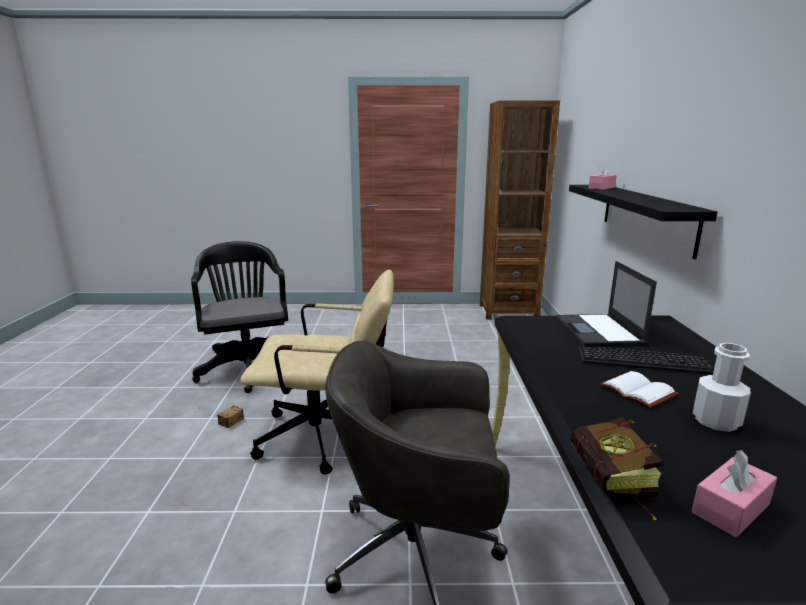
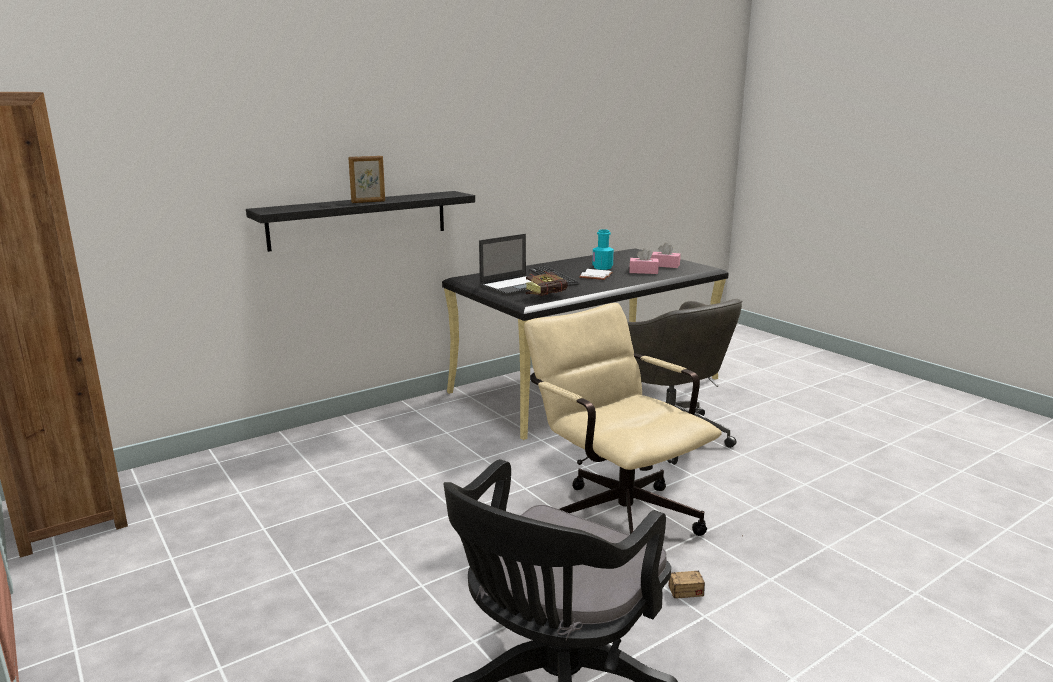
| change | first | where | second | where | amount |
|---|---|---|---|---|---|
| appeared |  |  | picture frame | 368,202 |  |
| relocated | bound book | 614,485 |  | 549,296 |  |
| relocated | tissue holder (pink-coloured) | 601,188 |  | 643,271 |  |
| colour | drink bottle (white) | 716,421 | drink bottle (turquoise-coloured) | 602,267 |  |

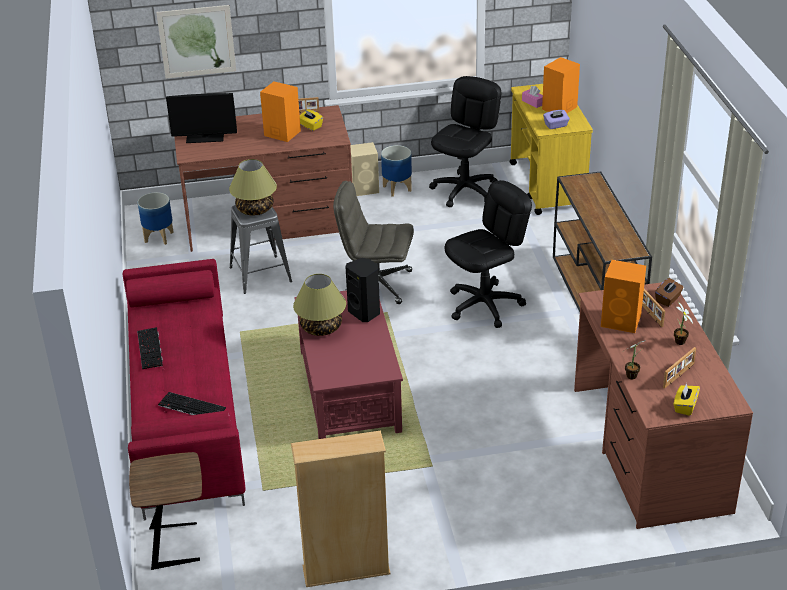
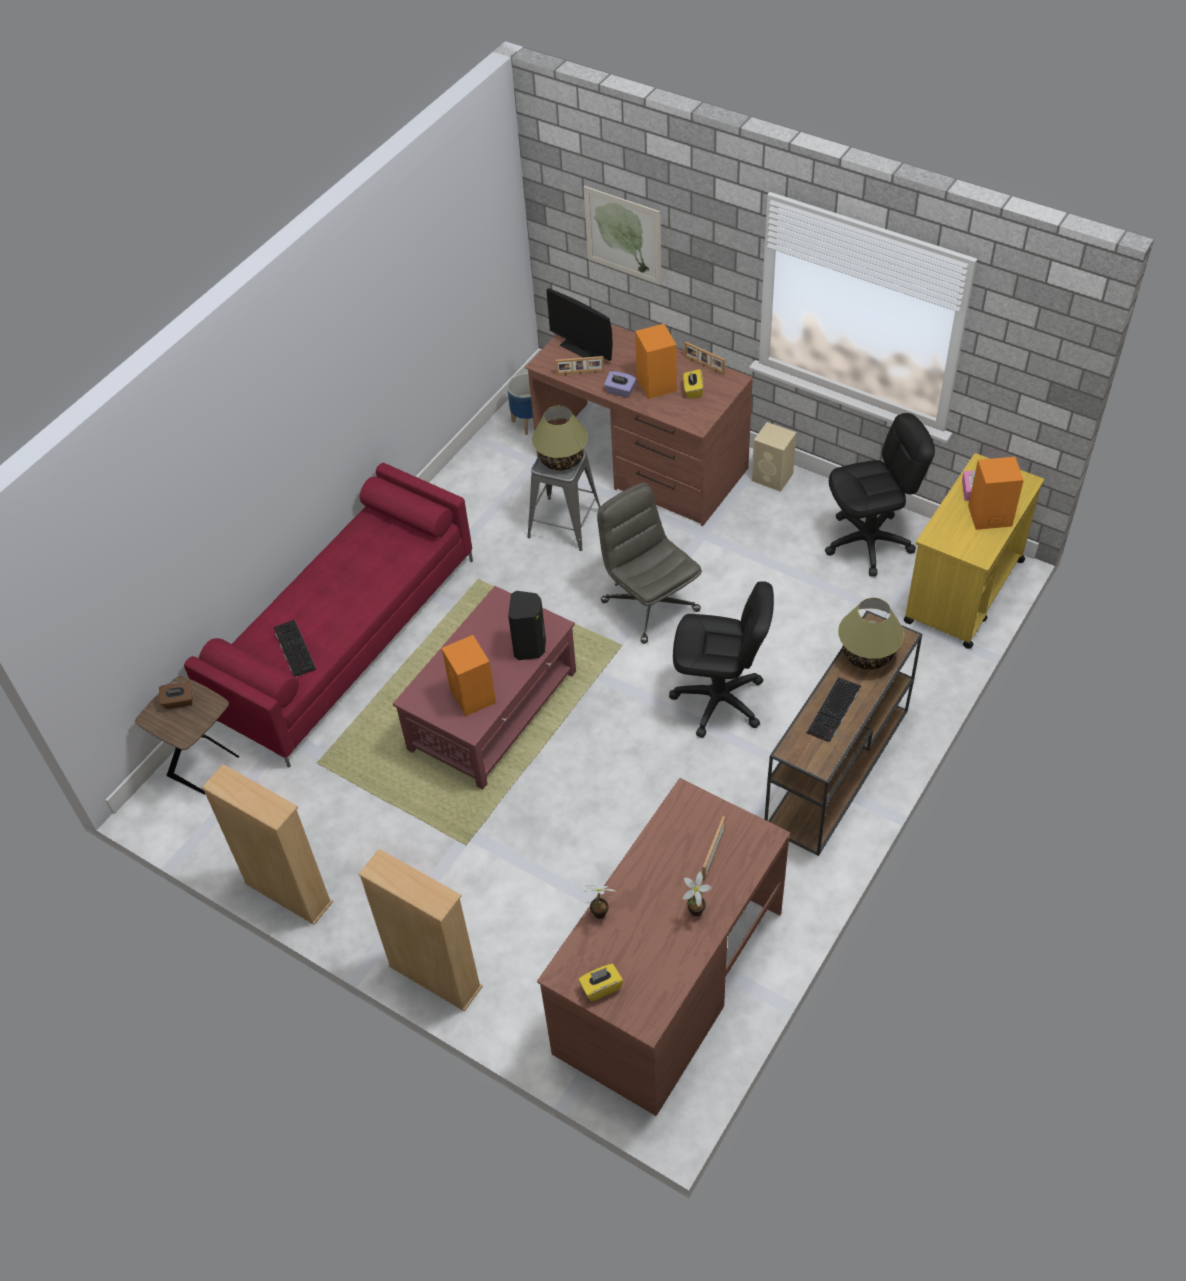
| change | first | where | second | where | amount |
|---|---|---|---|---|---|
| missing | flower pot | 397,188 |  |  |  |
| appeared |  |  | bookshelf (sand-coloured) | 435,977 |  |
| relocated | keyboard | 150,348 |  | 834,710 |  |
| relocated | table lamp | 321,327 |  | 868,655 |  |
| relocated | tissue holder (purple) | 556,125 |  | 620,391 |  |
| relocated | loudspeaker (orange-coloured) | 622,321 |  | 473,697 |  |
| relocated | tissue holder (brown-coloured) | 668,299 |  | 179,702 |  |
| relocated | picture frame | 679,376 |  | 580,373 |  |

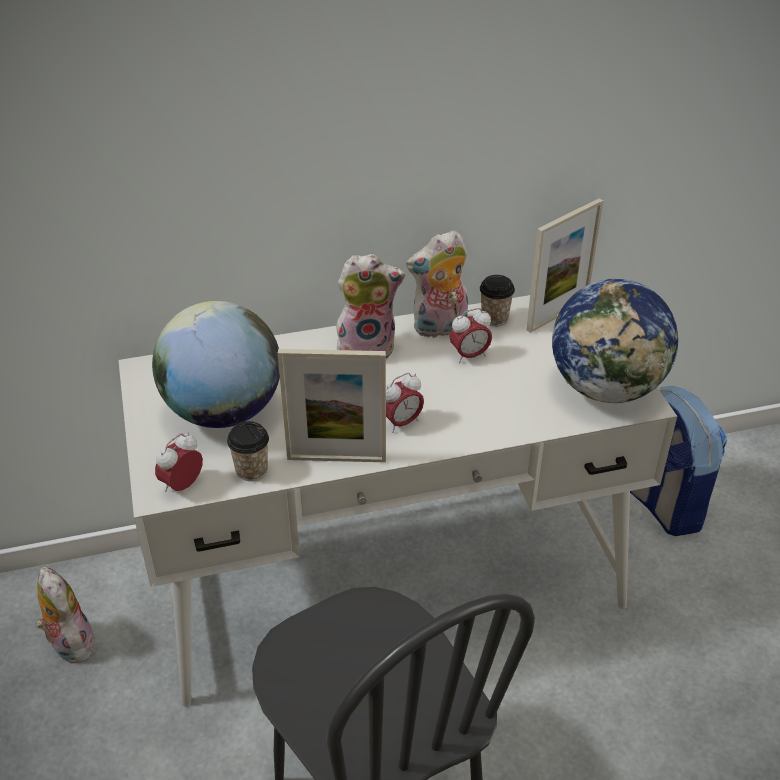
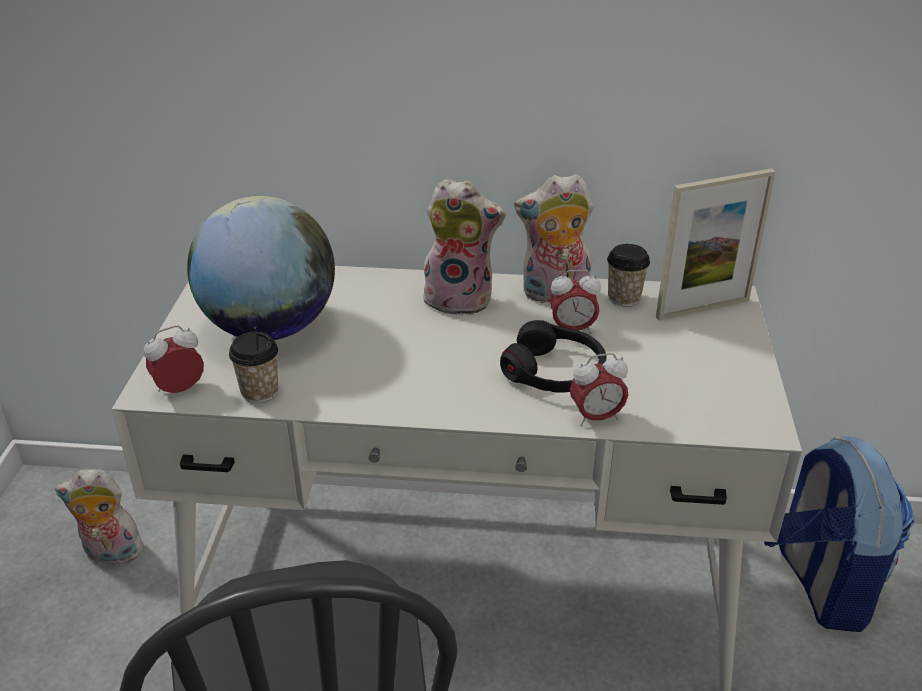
| change | first | where | second | where | amount |
|---|---|---|---|---|---|
| missing | picture frame | 336,458 |  |  |  |
| missing | globe | 606,388 |  |  |  |
| appeared |  |  | headset (blackish) | 554,372 |  |
| relocated | table clock | 401,423 |  | 596,417 |  |
| spun | cuddly toy | 69,643 |  | 110,554 | 75 degrees counterclockwise |

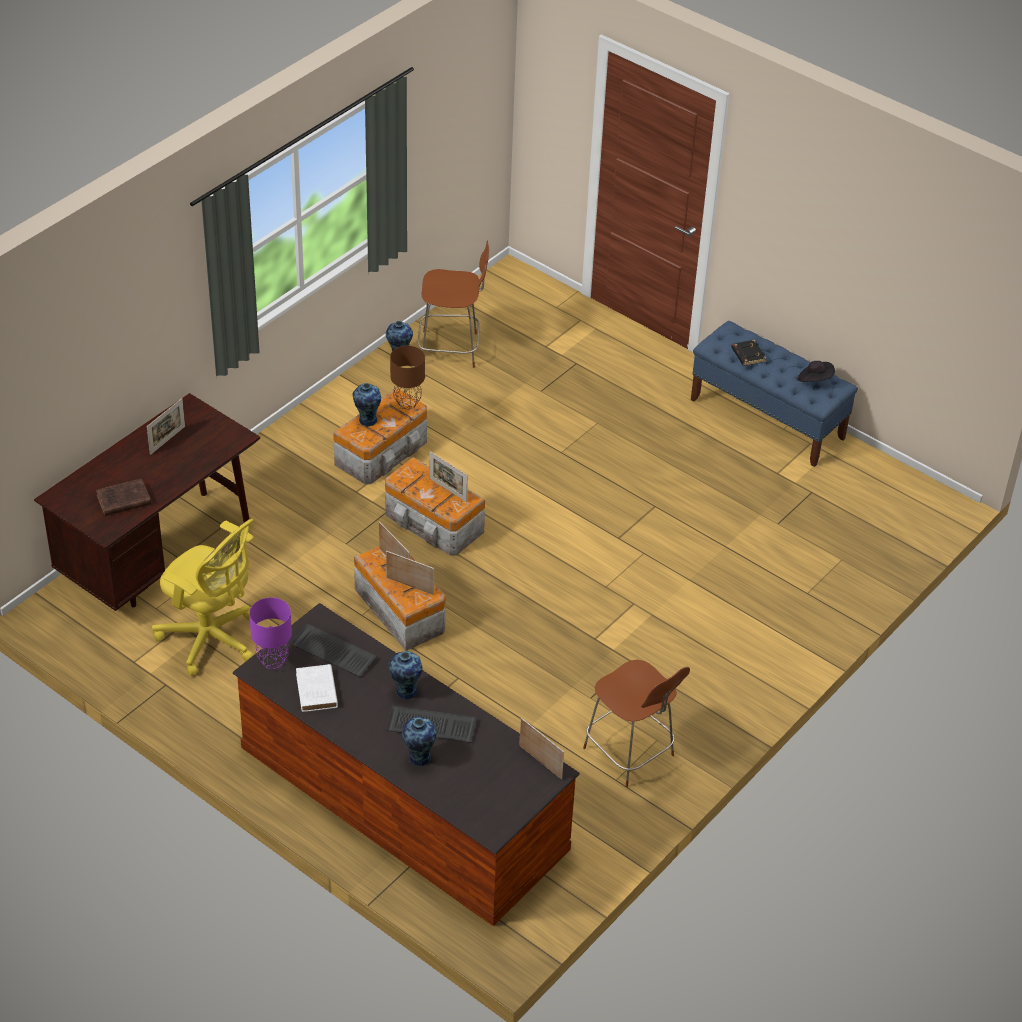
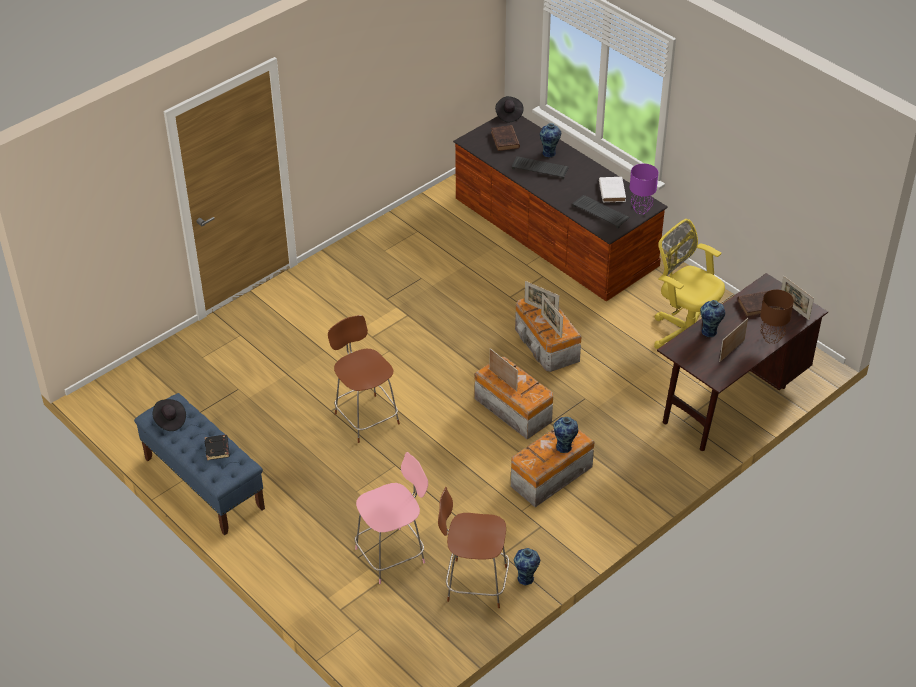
| change | first | where | second | where | amount |
|---|---|---|---|---|---|
| appeared |  |  | plain chair (pink-coloured) | 392,554 |  |
| appeared |  |  | bound book (brown-coloured) | 505,140 |  |
| appeared |  |  | clothing hat (blackish) | 508,114 |  |
| relocated | flower vase | 405,691 |  | 710,331 |  |
| relocated | table lamp (brown-coloured) | 407,404 |  | 771,338 |  |
| relocated | picture frame | 540,762 |  | 794,309 |  |
| relocated | plain chair (brown-coloured) | 630,754 |  | 365,417 |  |

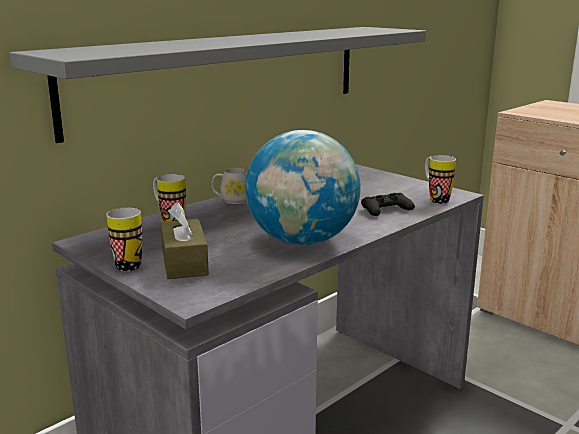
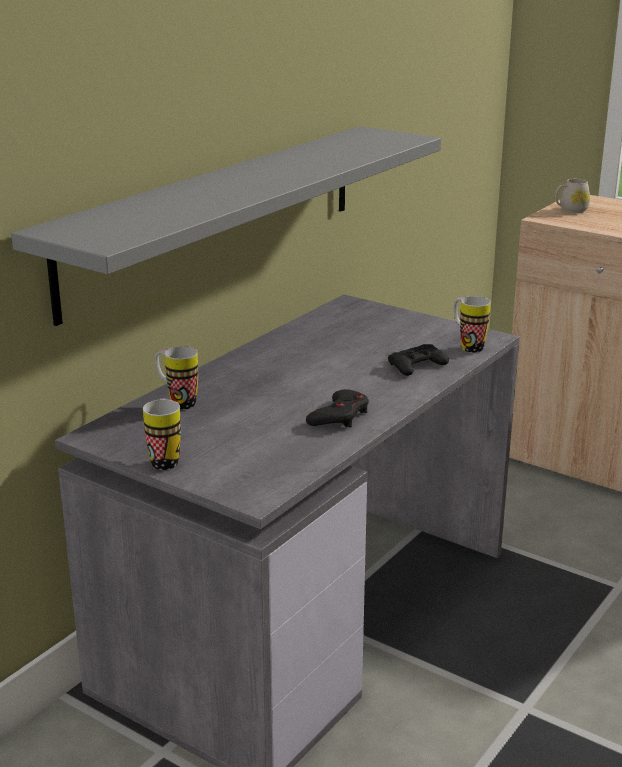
| change | first | where | second | where | amount |
|---|---|---|---|---|---|
| missing | tissue holder (brown-coloured) | 184,262 |  |  |  |
| relocated | mug (white) | 231,200 |  | 570,210 |  |
| exchanged | globe | 302,241 | joypad (blackish) | 340,416 |  |

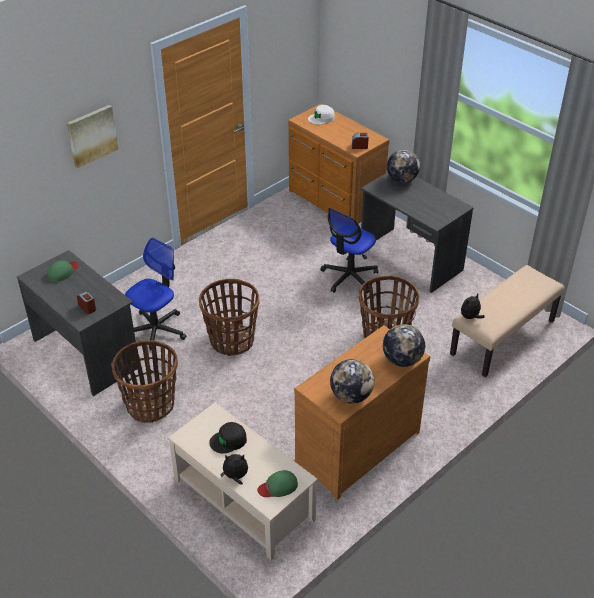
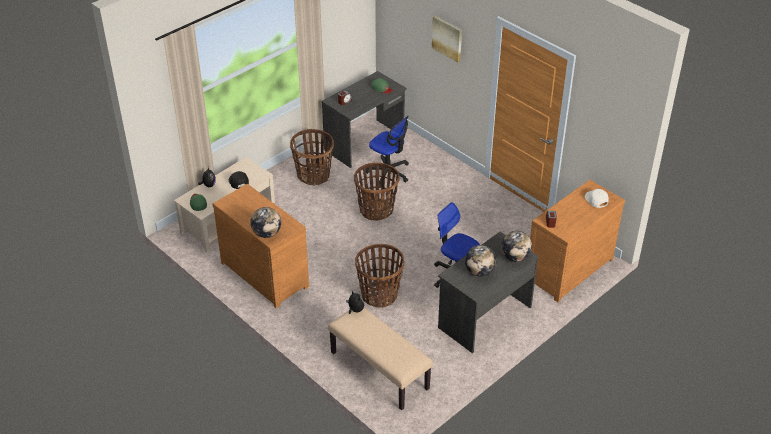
| change | first | where | second | where | amount |
|---|---|---|---|---|---|
| relocated | globe | 351,396 |  | 479,272 |  |

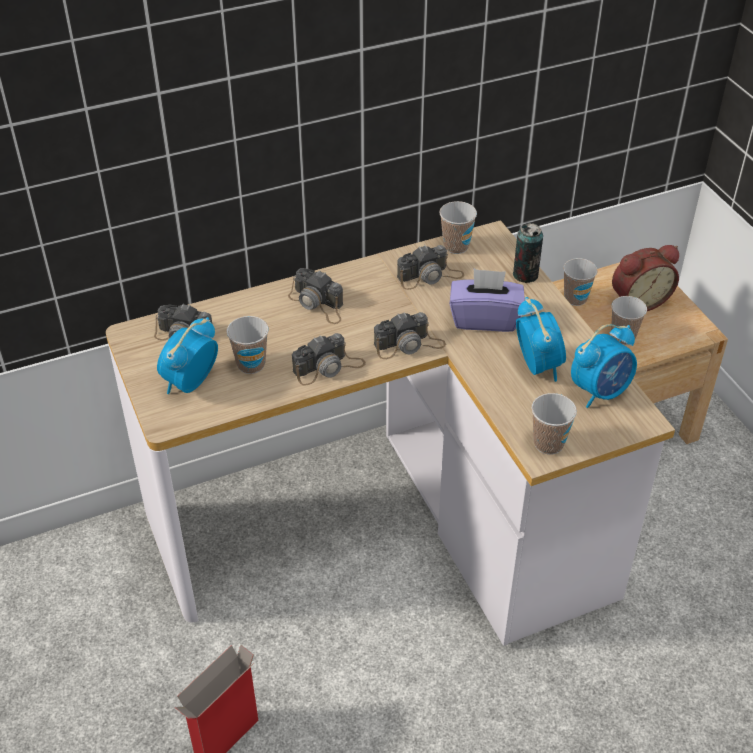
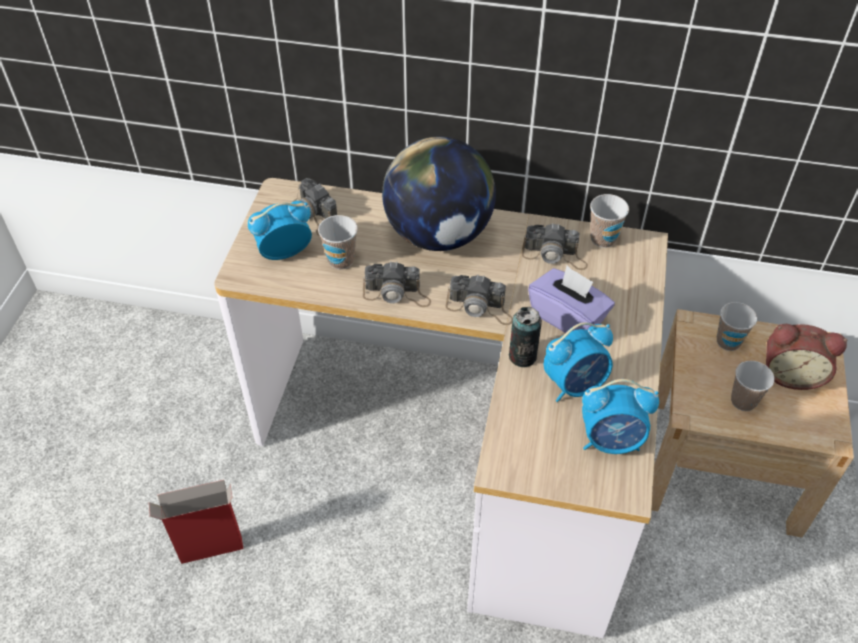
| change | first | where | second | where | amount |
|---|---|---|---|---|---|
| missing | cup | 548,444 |  |  |  |
| relocated | can | 525,275 |  | 522,356 |  |
| exchanged | photo camera | 318,304 | globe | 438,235 |  |
| spun | table clock | 537,365 |  | 575,385 | 45 degrees clockwise |

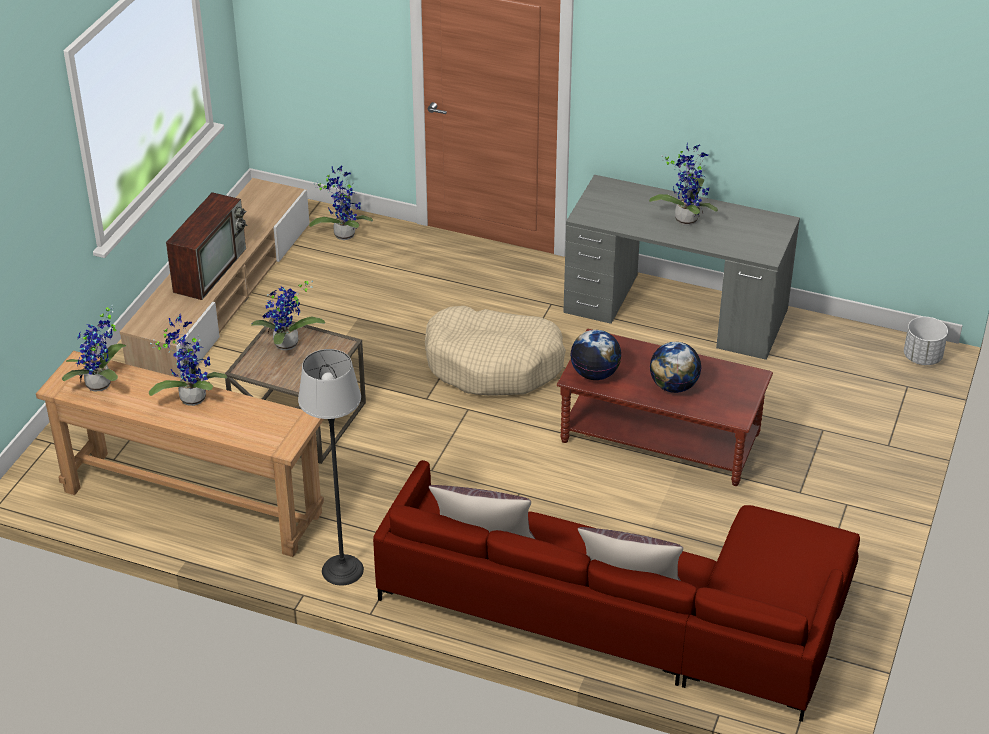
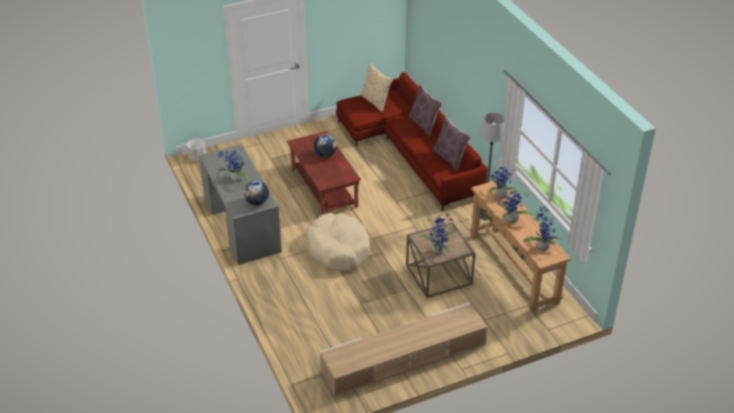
| change | first | where | second | where | amount |
|---|---|---|---|---|---|
| missing | television | 210,269 |  |  |  |
| appeared |  |  | throw pillow (sand-coloured) | 375,101 |  |
| relocated | plant in a pot | 343,233 |  | 500,196 |  |
| relocated | globe | 595,374 |  | 257,202 |  |

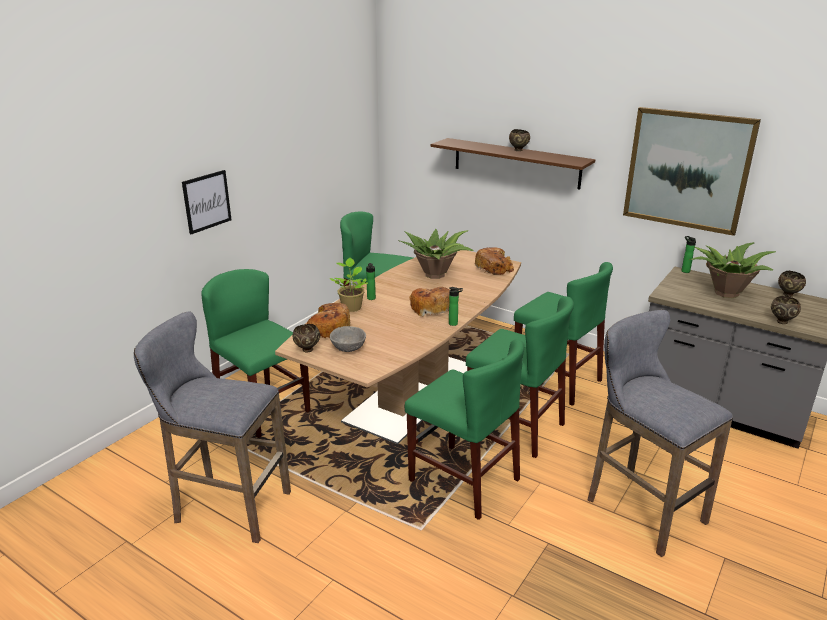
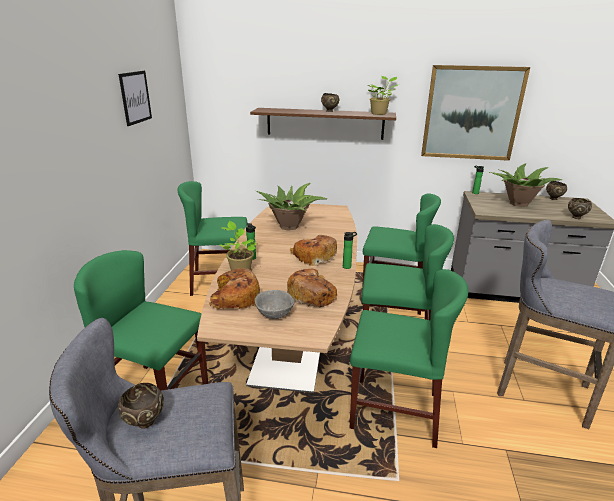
| change | first | where | second | where | amount |
|---|---|---|---|---|---|
| appeared |  |  | plant in a pot | 379,113 |  |
| relocated | picture | 207,201 |  | 135,97 |  |
| relocated | serving bowl (brown-coloured) | 307,350 |  | 145,423 |  |
| relocated | bakery bread | 494,268 |  | 312,295 |  |

